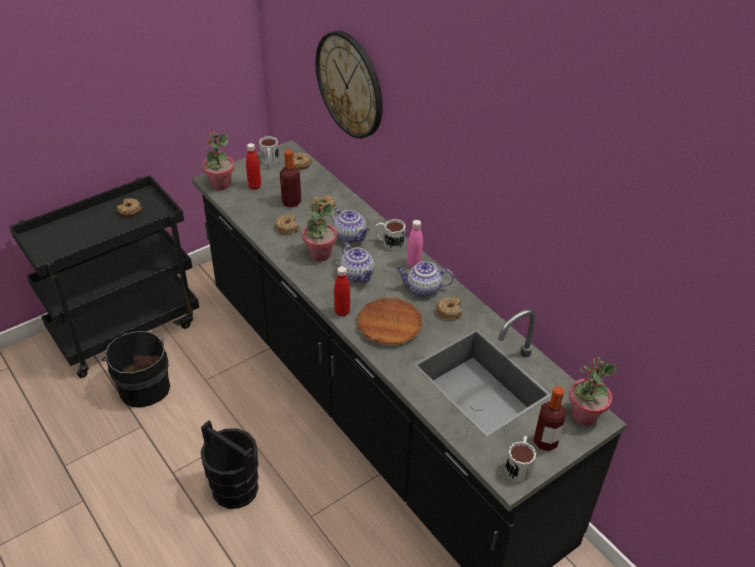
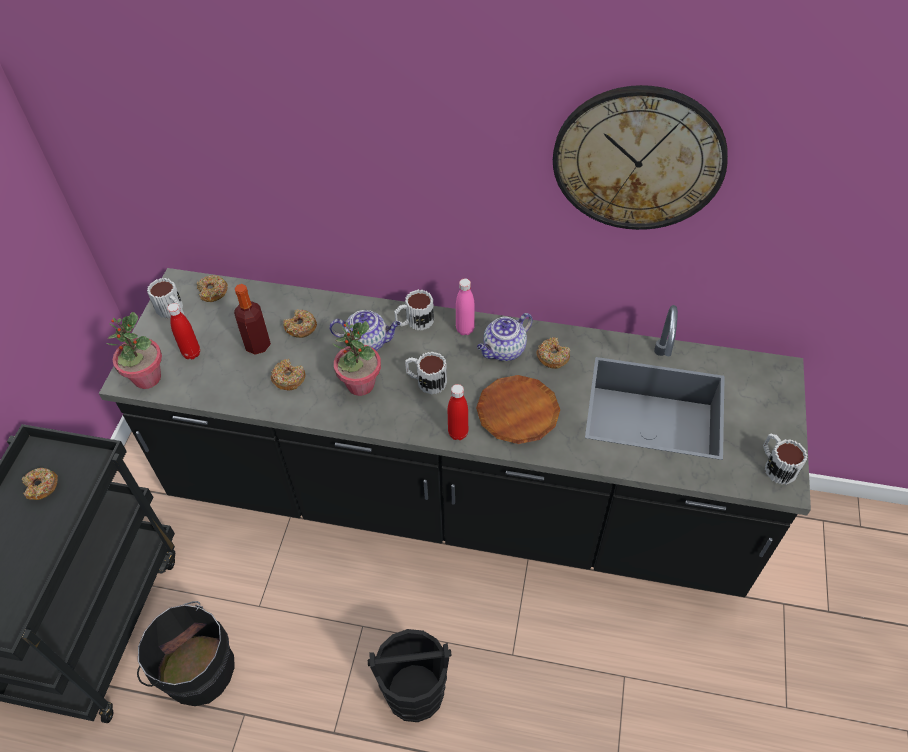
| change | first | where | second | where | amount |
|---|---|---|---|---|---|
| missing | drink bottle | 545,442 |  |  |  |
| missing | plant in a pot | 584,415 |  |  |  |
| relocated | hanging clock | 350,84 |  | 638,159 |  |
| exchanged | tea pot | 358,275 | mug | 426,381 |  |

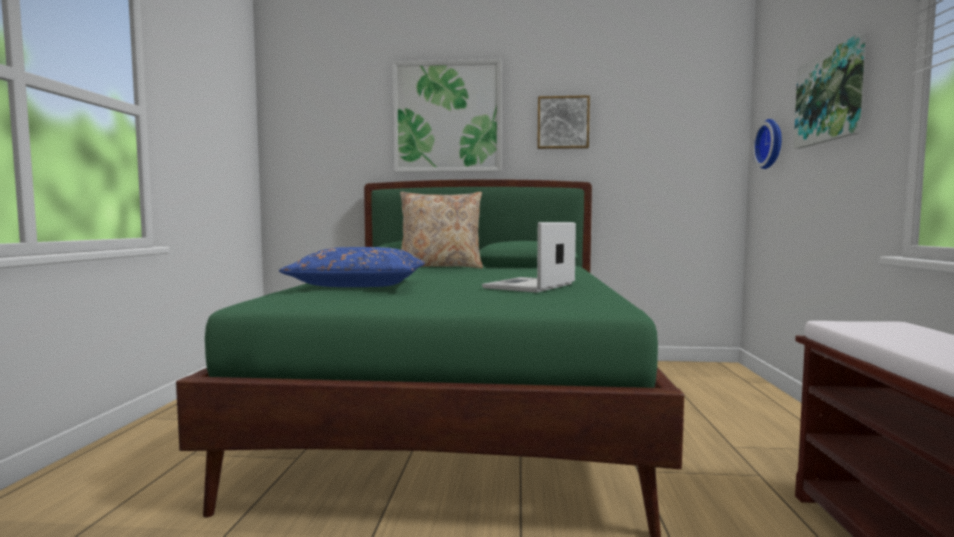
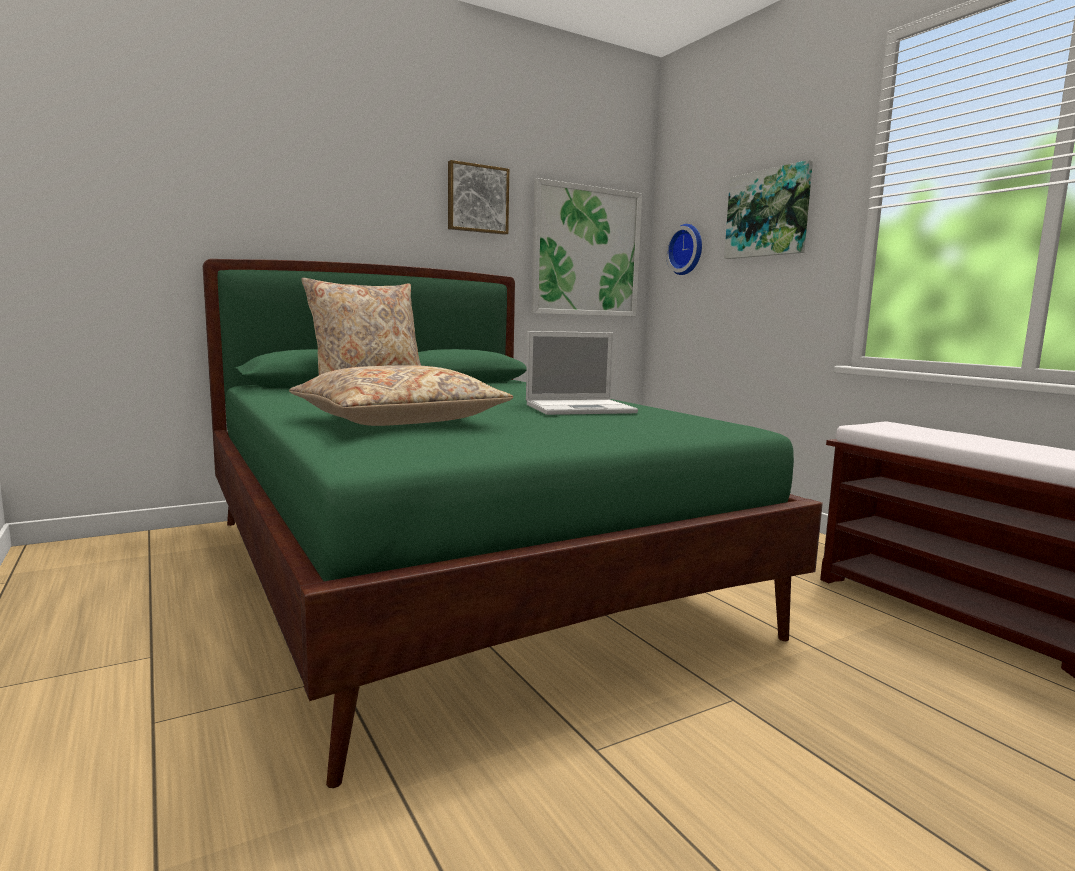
| change | first | where | second | where | amount |
|---|---|---|---|---|---|
| relocated | picture | 447,117 |  | 586,252 |  |
| colour | throw pillow (blue-coloured) | 360,285 | throw pillow (sand-coloured) | 398,420 |  |
| spun | portable computer | 529,286 |  | 581,408 | 105 degrees counterclockwise |

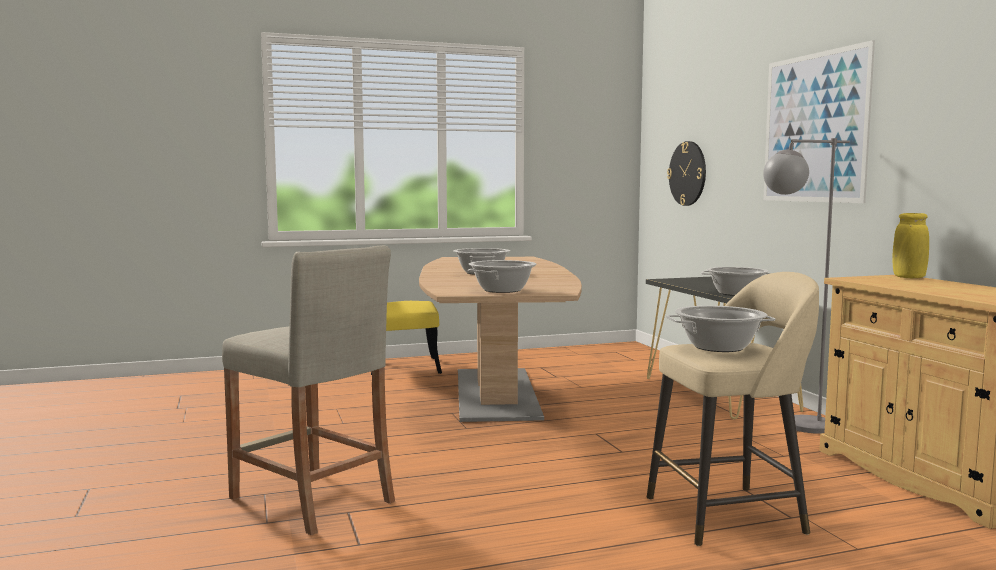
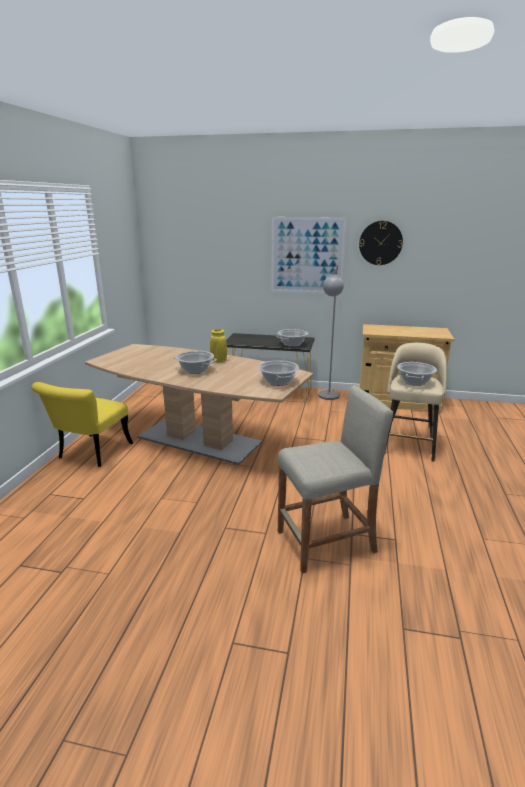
| change | first | where | second | where | amount |
|---|---|---|---|---|---|
| relocated | hanging clock | 687,173 |  | 380,243 |  |
| relocated | flower vase (yellow) | 908,277 |  | 218,361 |  |

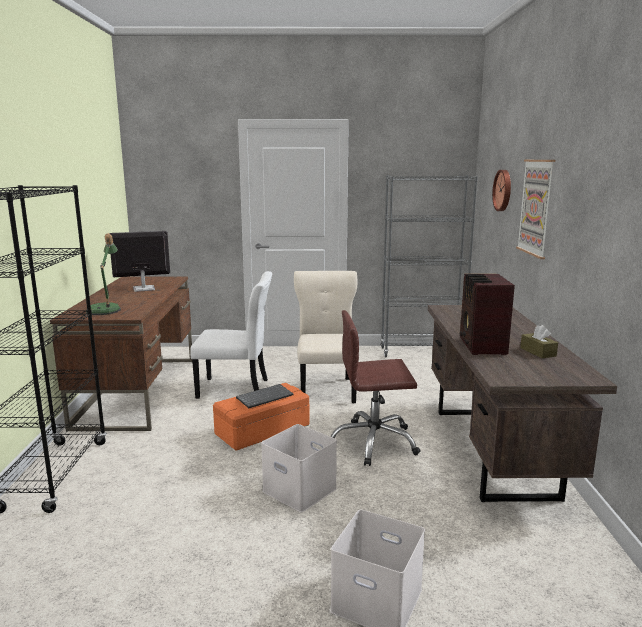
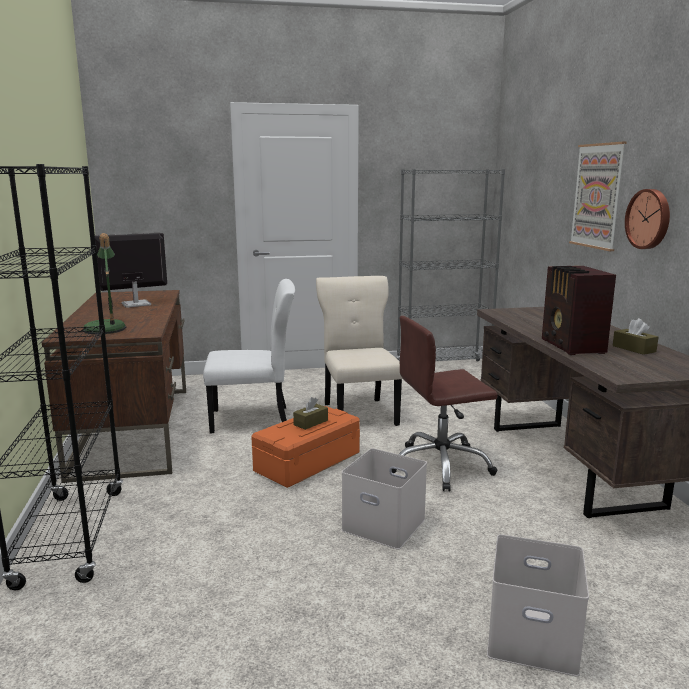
| change | first | where | second | where | amount |
|---|---|---|---|---|---|
| relocated | hanging clock | 503,190 |  | 649,219 |  |
| exchanged | keyboard | 265,397 | tissue holder (brown-coloured) | 310,422 |  |

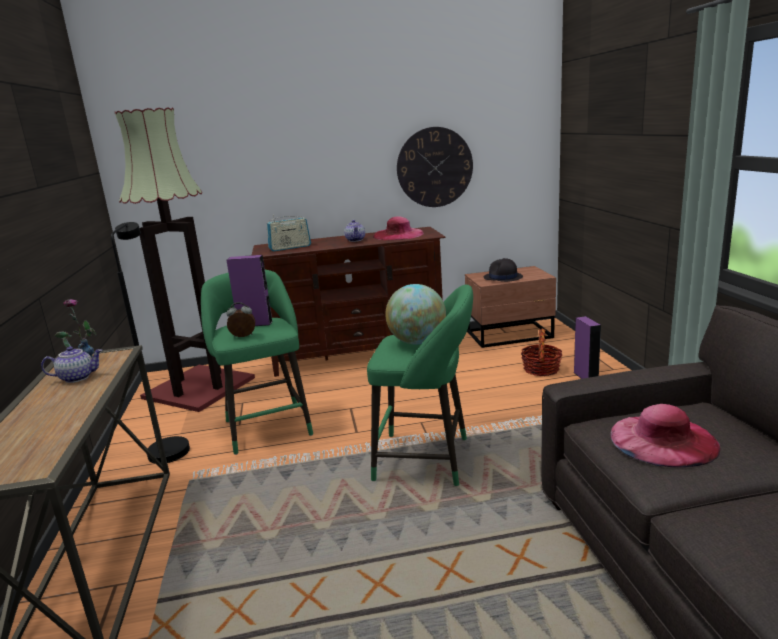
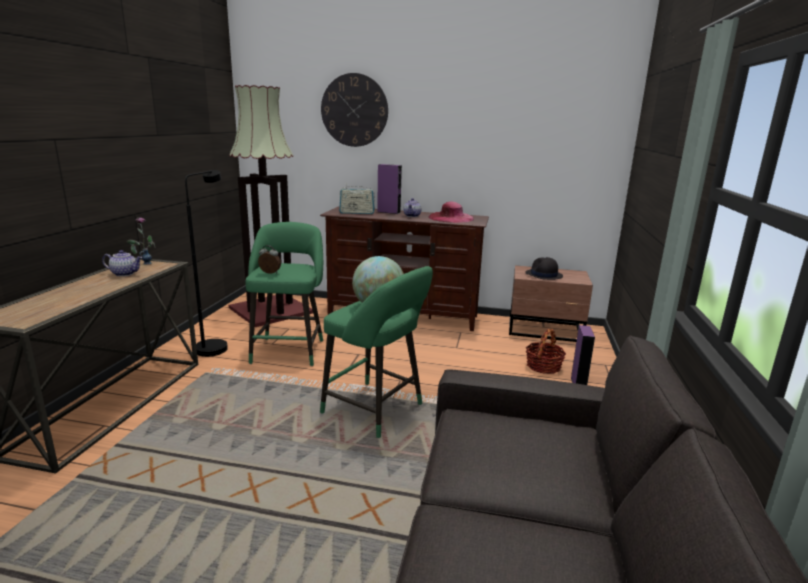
| change | first | where | second | where | amount |
|---|---|---|---|---|---|
| missing | clothing hat (pink-coloured) | 663,440 |  |  |  |
| relocated | loudspeaker (purple) | 255,324 |  | 388,212 |  |
| relocated | hanging clock | 434,167 |  | 354,110 |  |

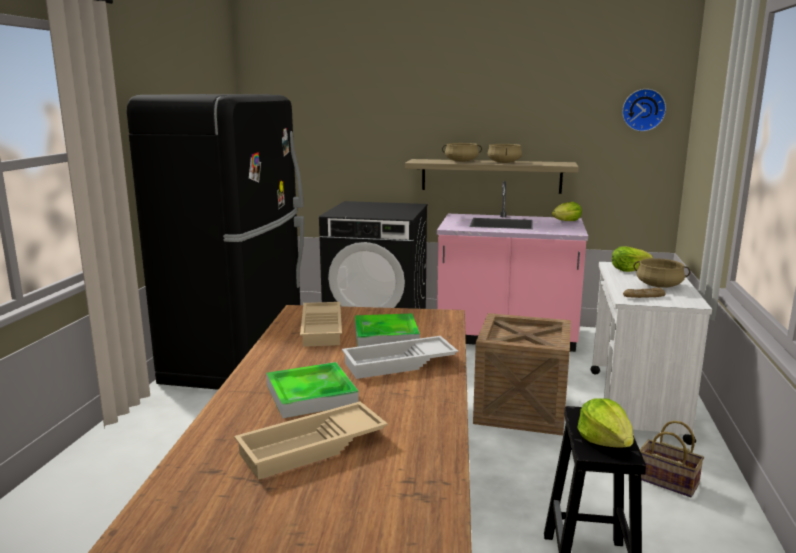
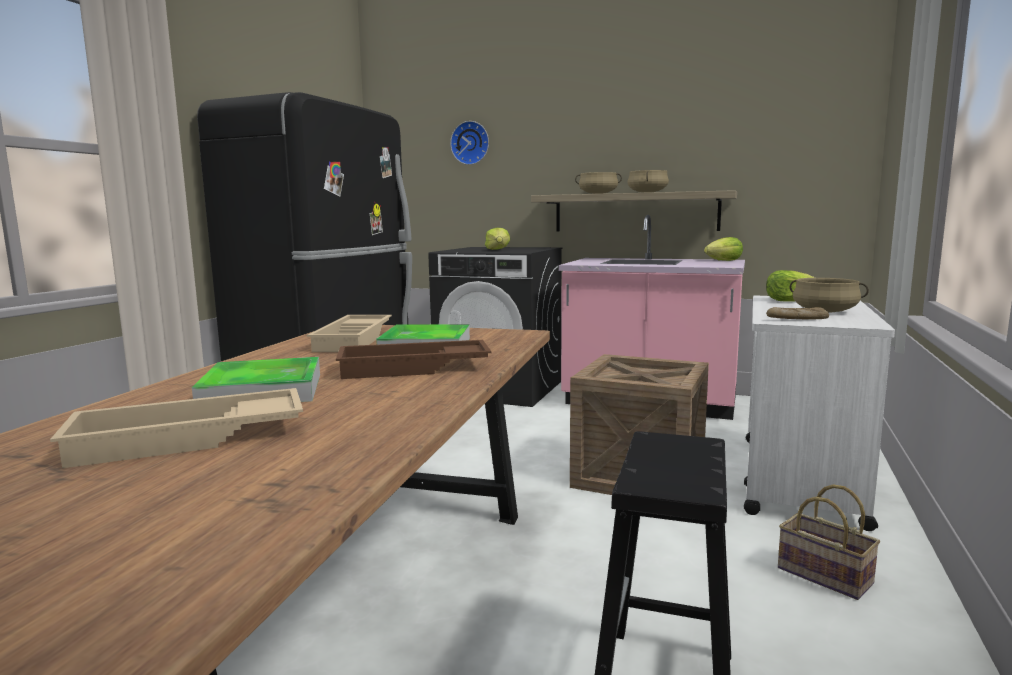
| change | first | where | second | where | amount |
|---|---|---|---|---|---|
| relocated | lettuce | 605,441 |  | 498,249 |  |
| relocated | hanging clock | 643,110 |  | 471,143 |  |
| colour | tray (white) | 399,364 | tray (brown-coloured) | 413,369 |  |

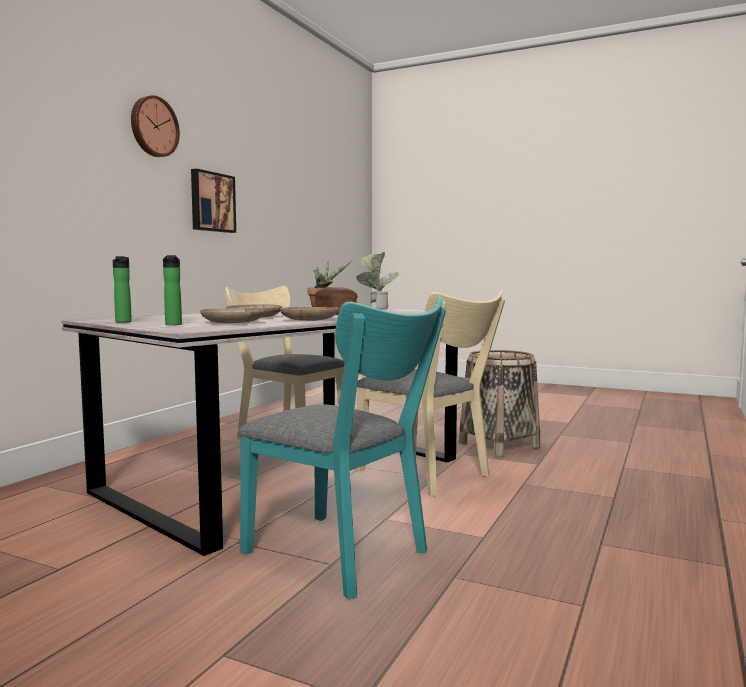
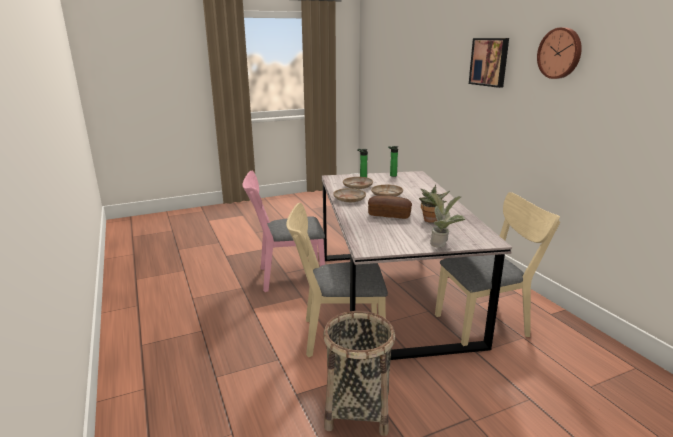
| change | first | where | second | where | amount |
|---|---|---|---|---|---|
| relocated | picture | 211,202 |  | 489,62 |  |
| colour | plain chair (turquoise-coloured) | 345,556 | plain chair (pink-coloured) | 286,277 |  |

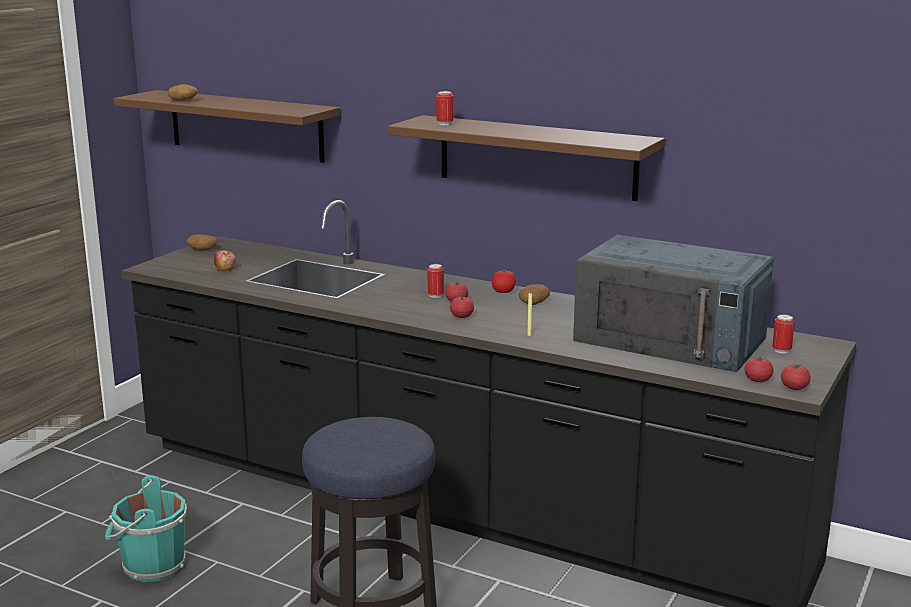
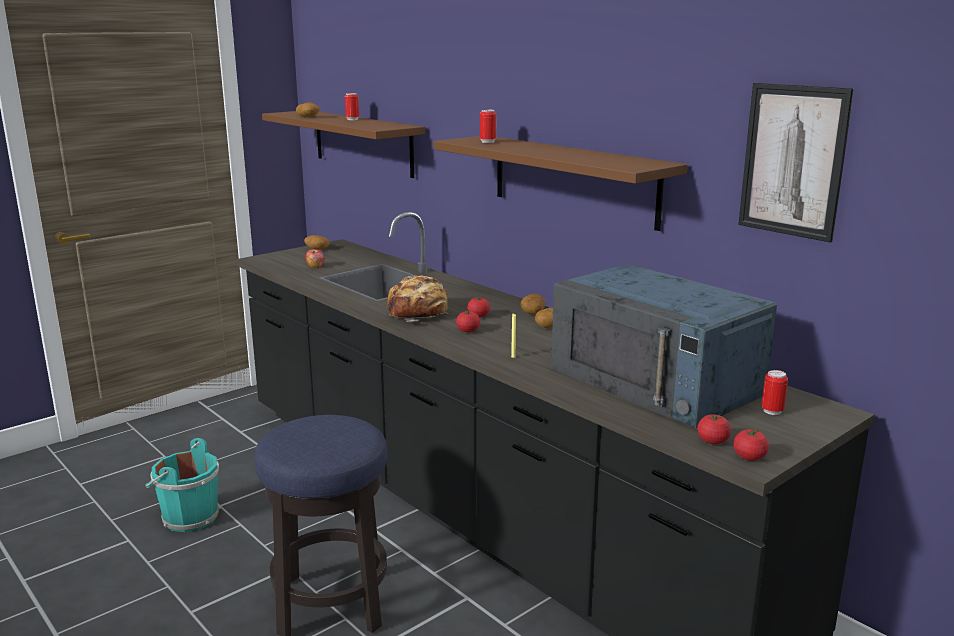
| change | first | where | second | where | amount |
|---|---|---|---|---|---|
| appeared |  |  | bakery bread | 418,313 |  |
| appeared |  |  | picture | 793,161 |  |
| relocated | can | 435,295 |  | 352,119 |  |
| exchanged | whole tomato | 503,291 | whole potato | 532,312 |  |

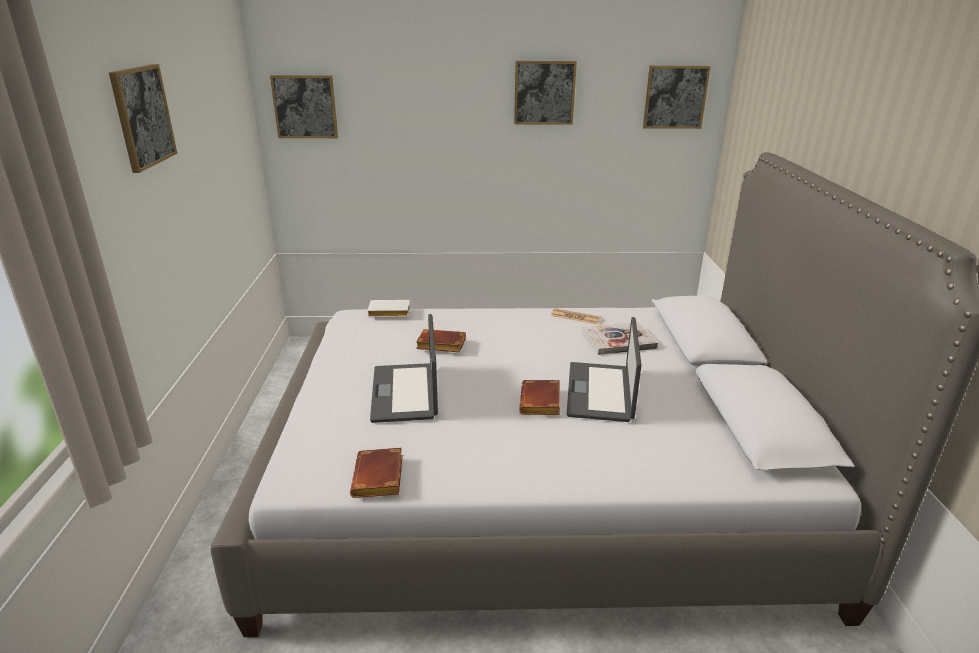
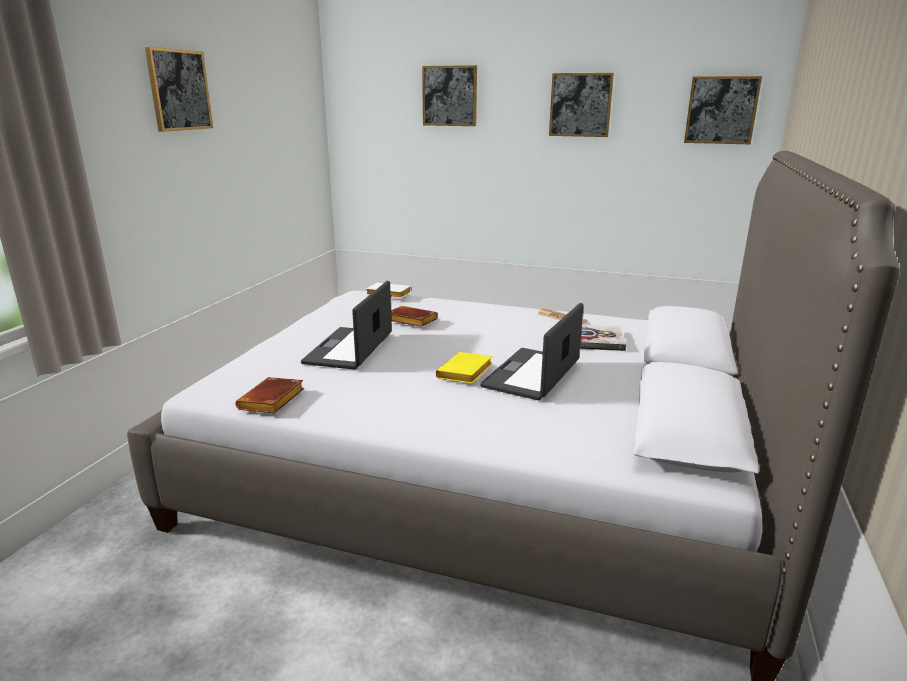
| change | first | where | second | where | amount |
|---|---|---|---|---|---|
| relocated | picture | 305,107 |  | 450,96 |  |
| colour | bound book (brown-coloured) | 542,403 | bound book (yellow) | 465,374 |  |

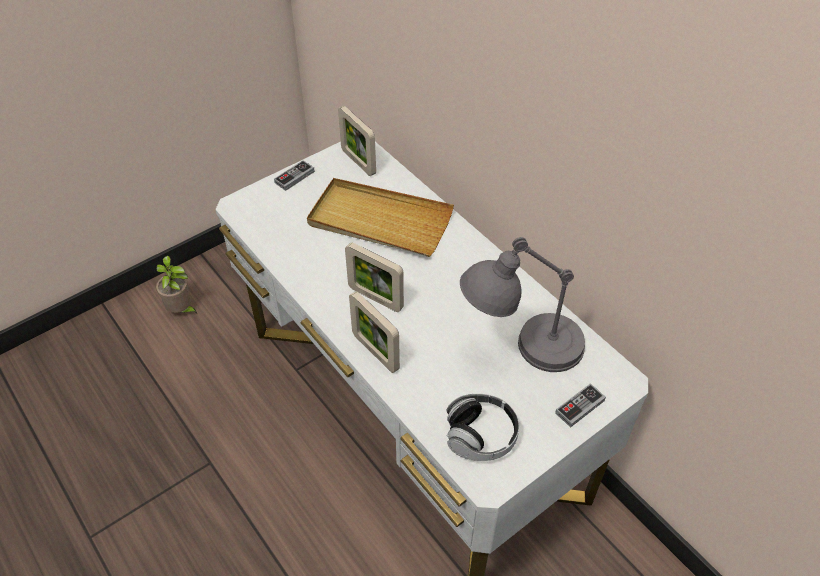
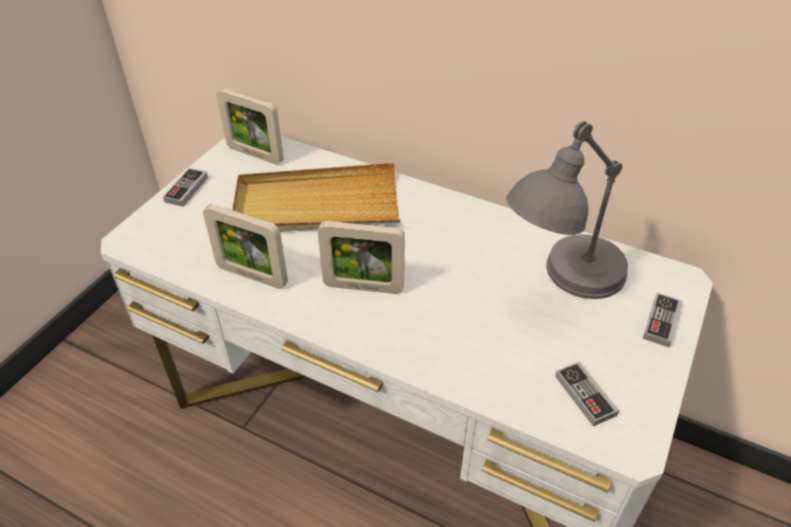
| change | first | where | second | where | amount |
|---|---|---|---|---|---|
| missing | plant in a pot | 182,310 |  |  |  |
| relocated | picture frame | 375,352 |  | 252,276 |  |
| exchanged | headset | 480,435 | joypad | 585,395 |  |

